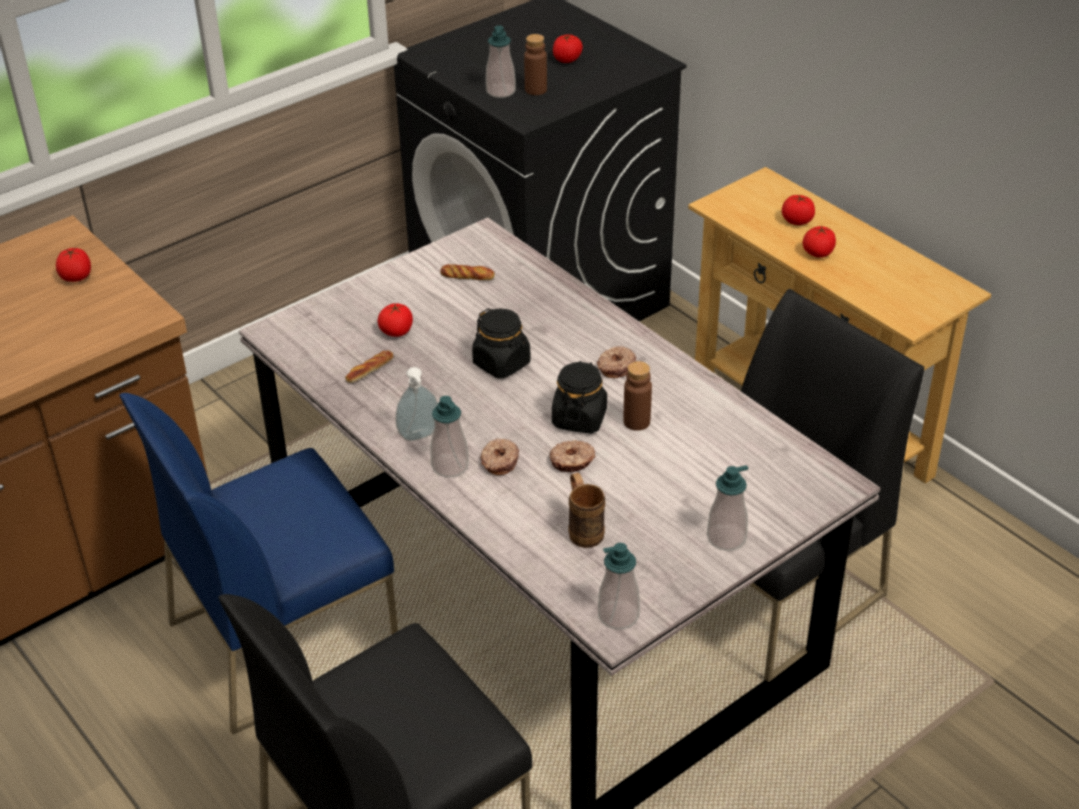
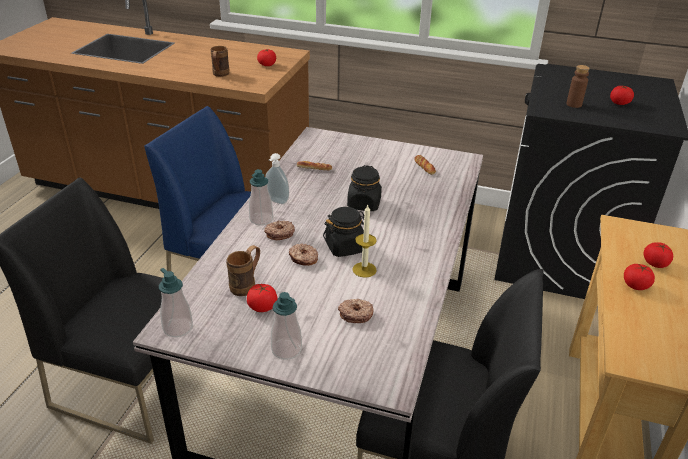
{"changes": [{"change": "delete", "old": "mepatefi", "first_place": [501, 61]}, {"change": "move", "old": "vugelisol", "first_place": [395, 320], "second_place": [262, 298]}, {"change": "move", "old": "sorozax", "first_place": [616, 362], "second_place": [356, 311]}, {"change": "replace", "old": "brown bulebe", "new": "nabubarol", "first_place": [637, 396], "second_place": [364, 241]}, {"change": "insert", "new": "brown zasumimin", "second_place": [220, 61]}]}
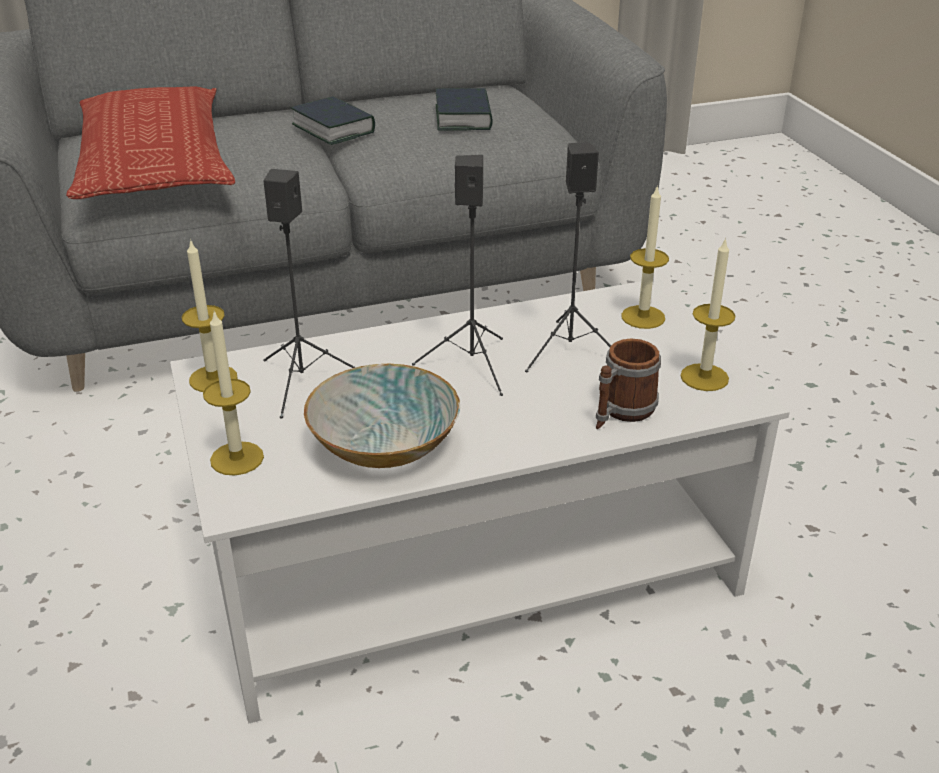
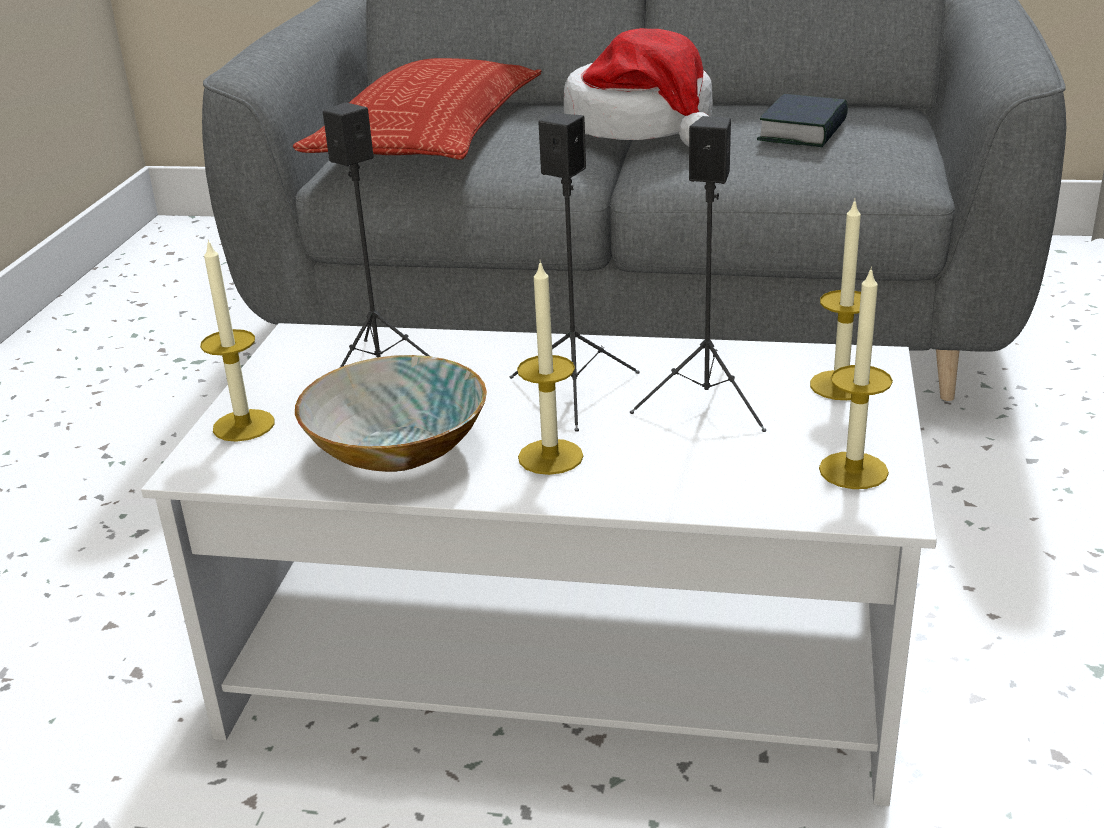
{"changes": [{"change": "replace", "old": "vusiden", "new": "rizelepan", "first_place": [333, 120], "second_place": [638, 87]}, {"change": "move", "old": "nabubarol", "first_place": [209, 315], "second_place": [550, 368]}, {"change": "delete", "old": "zasumimin", "first_place": [628, 384]}]}
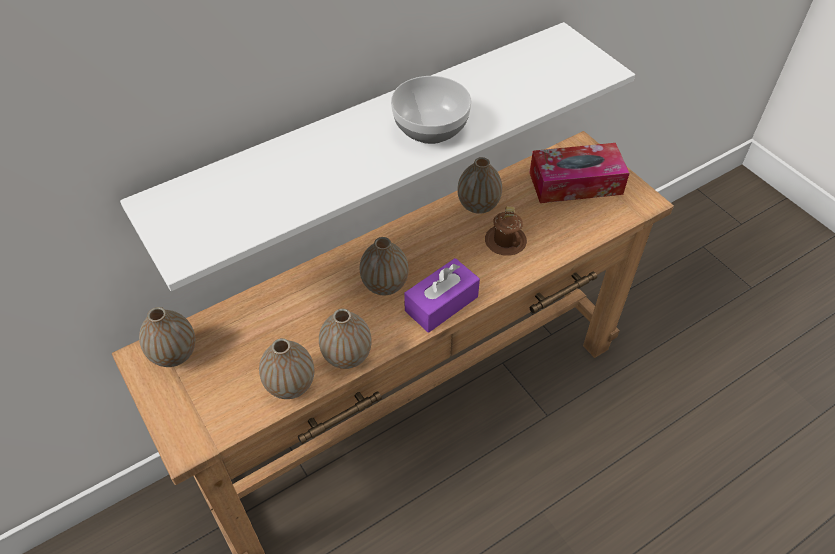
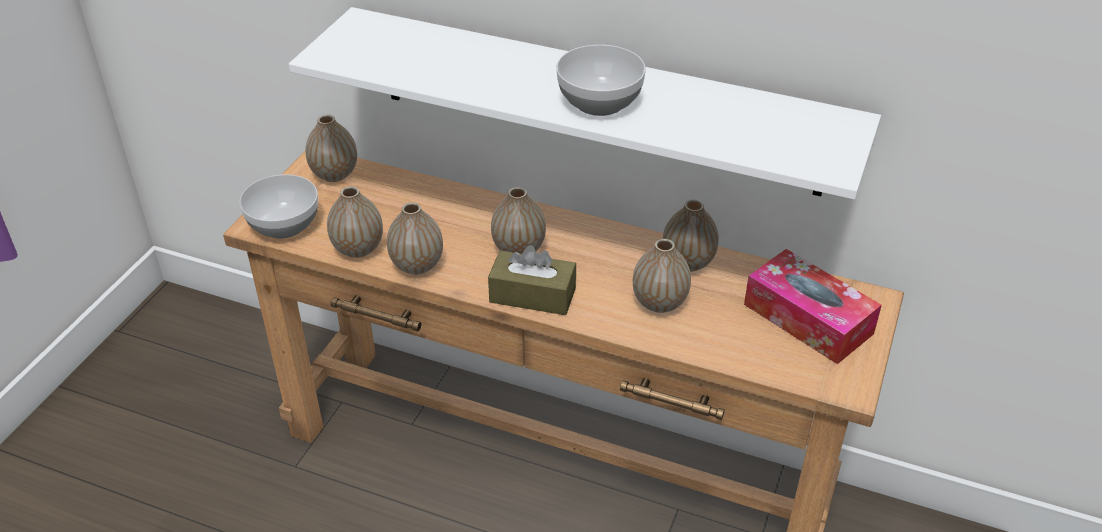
{"changes": [{"change": "replace", "old": "brown zasumimin", "new": "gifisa", "first_place": [506, 231], "second_place": [662, 276]}, {"change": "recolor", "old": "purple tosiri", "new": "brown tosiri", "first_place": [442, 295], "second_place": [532, 280]}, {"change": "insert", "new": "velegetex", "second_place": [278, 206]}]}
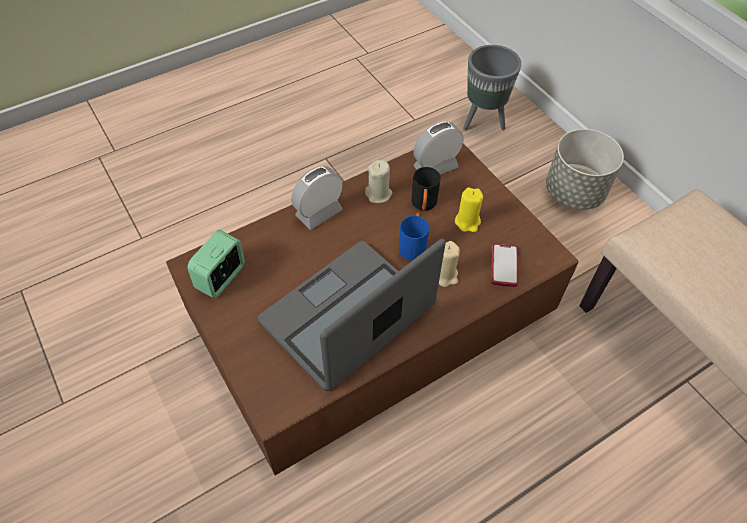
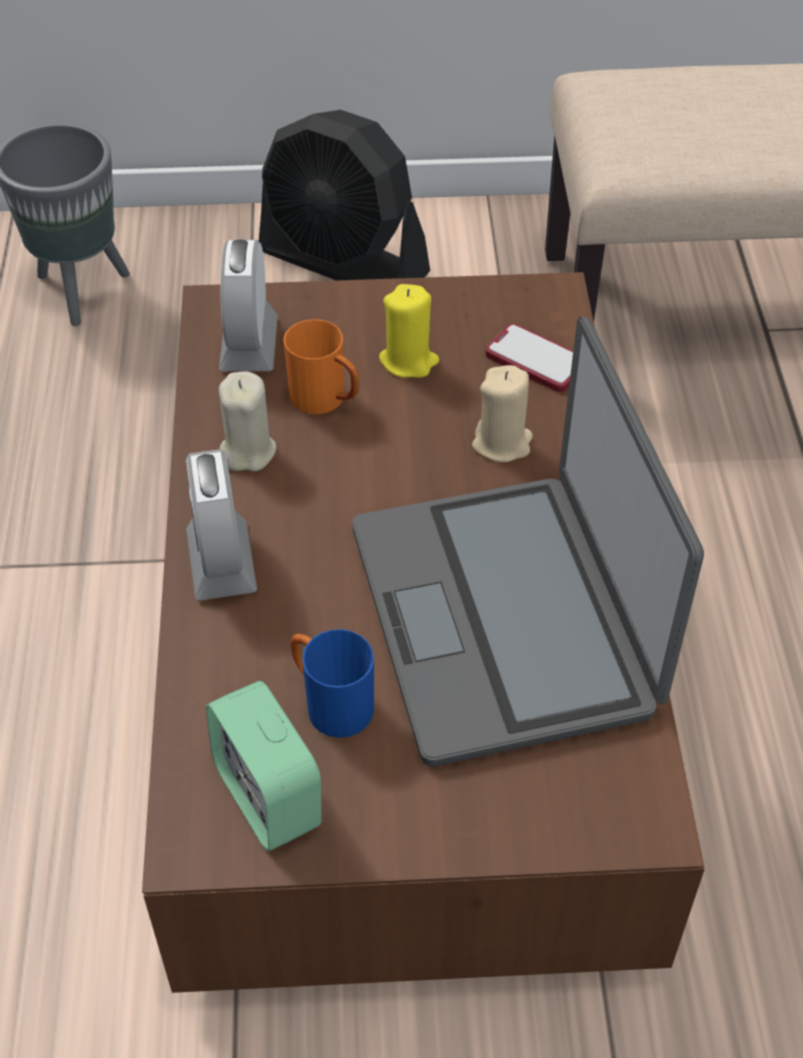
{"changes": [{"change": "replace", "old": "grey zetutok", "new": "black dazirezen", "first_place": [585, 169], "second_place": [344, 195]}, {"change": "recolor", "old": "black zasumimin", "new": "orange zasumimin", "first_place": [426, 189], "second_place": [321, 367]}, {"change": "move", "old": "blue zasumimin", "first_place": [414, 236], "second_place": [332, 683]}]}
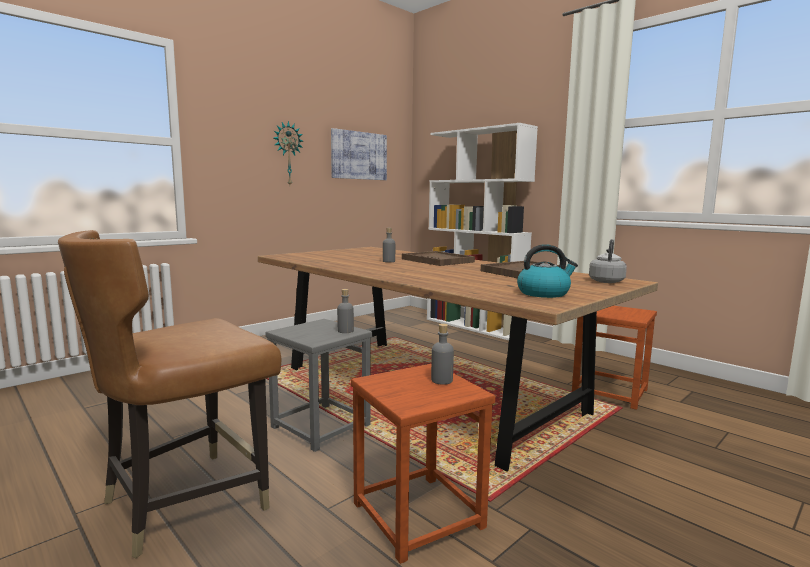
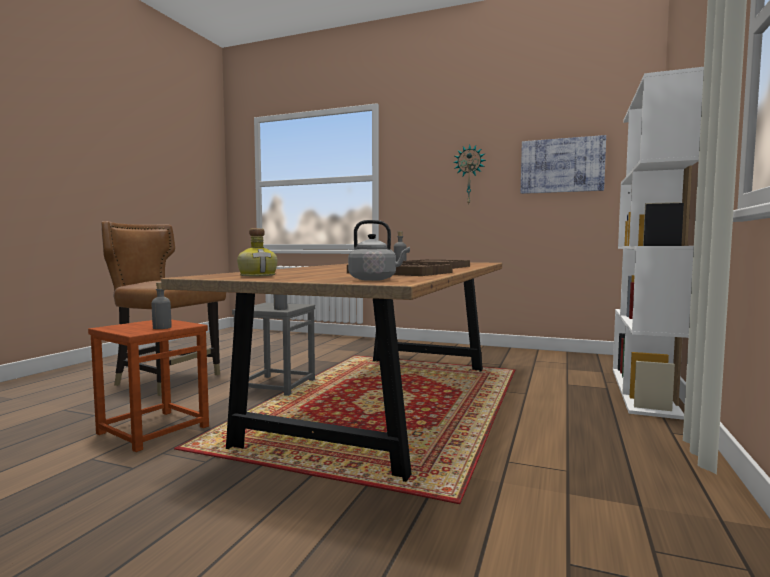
{"changes": [{"change": "replace", "old": "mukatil", "new": "bulebe", "first_place": [547, 271], "second_place": [257, 252]}, {"change": "delete", "old": "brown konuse", "first_place": [614, 358]}]}
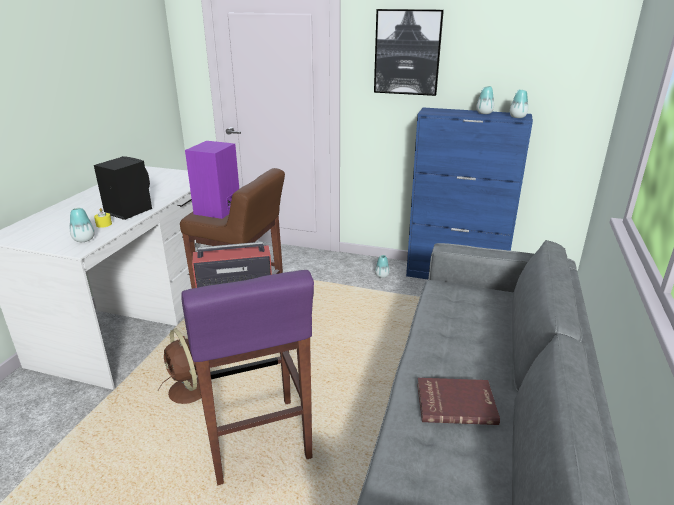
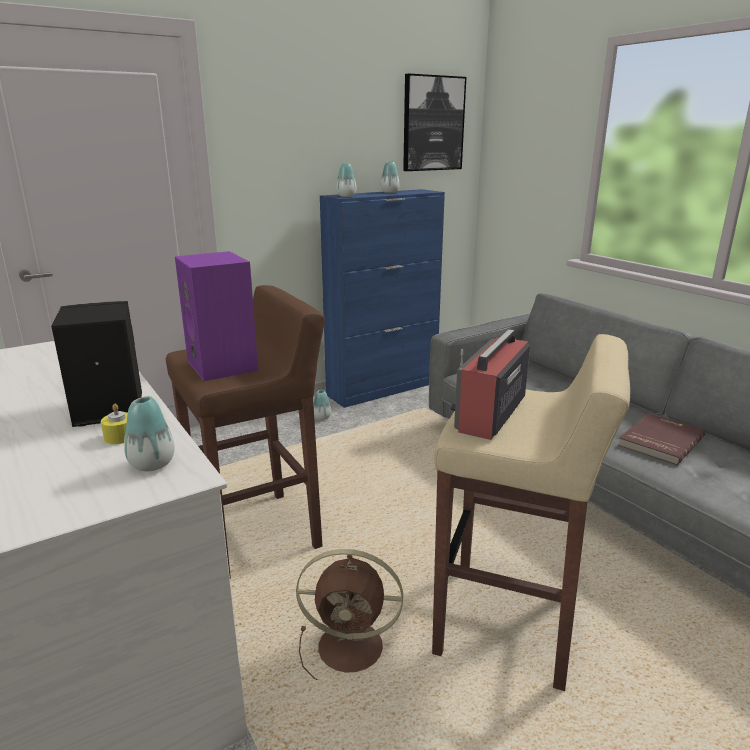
{"changes": [{"change": "move", "old": "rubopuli", "first_place": [409, 52], "second_place": [434, 122]}, {"change": "move", "old": "gifisa", "first_place": [519, 103], "second_place": [346, 180]}, {"change": "recolor", "old": "purple konuse", "new": "beige konuse", "first_place": [248, 377], "second_place": [531, 512]}]}
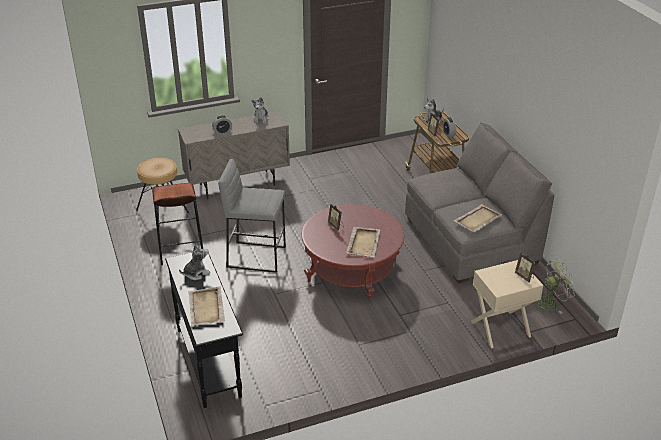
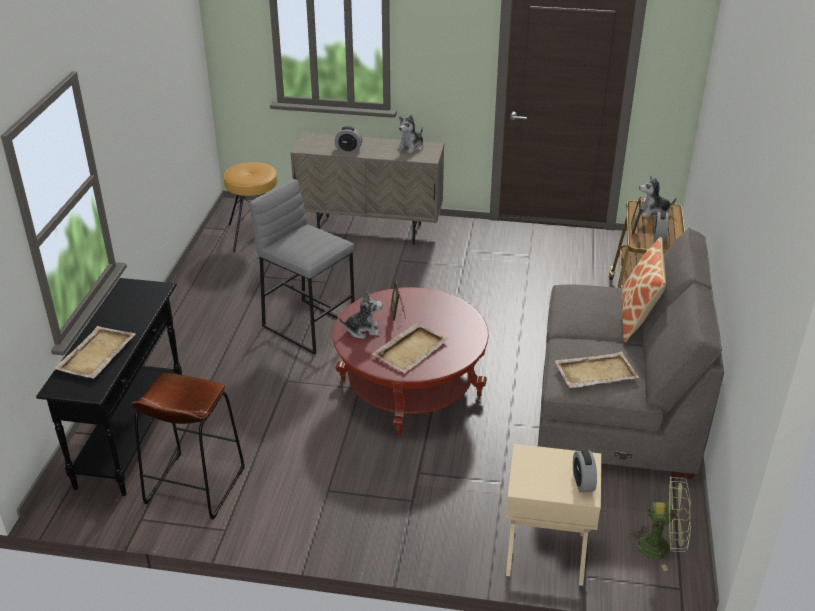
{"changes": [{"change": "move", "old": "brown konuse", "first_place": [177, 224], "second_place": [188, 446]}, {"change": "move", "old": "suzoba", "first_place": [194, 262], "second_place": [361, 315]}, {"change": "replace", "old": "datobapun", "new": "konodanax", "first_place": [525, 267], "second_place": [585, 471]}, {"change": "insert", "new": "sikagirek", "second_place": [644, 289]}]}
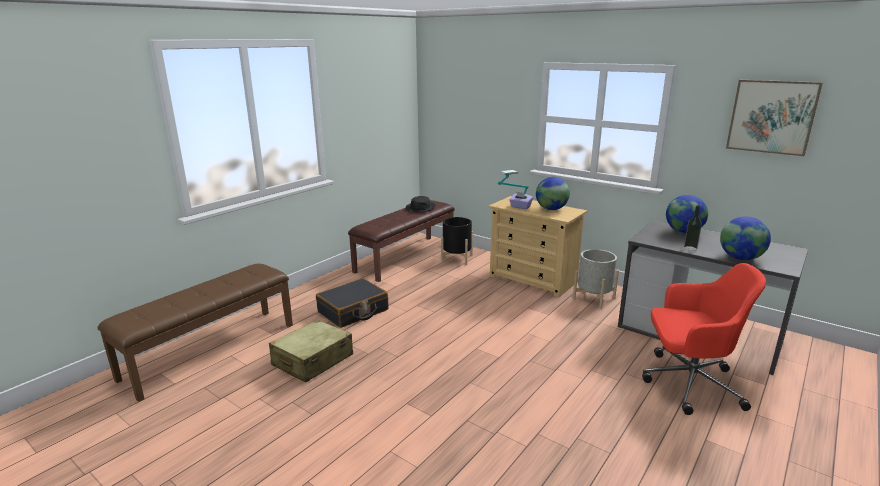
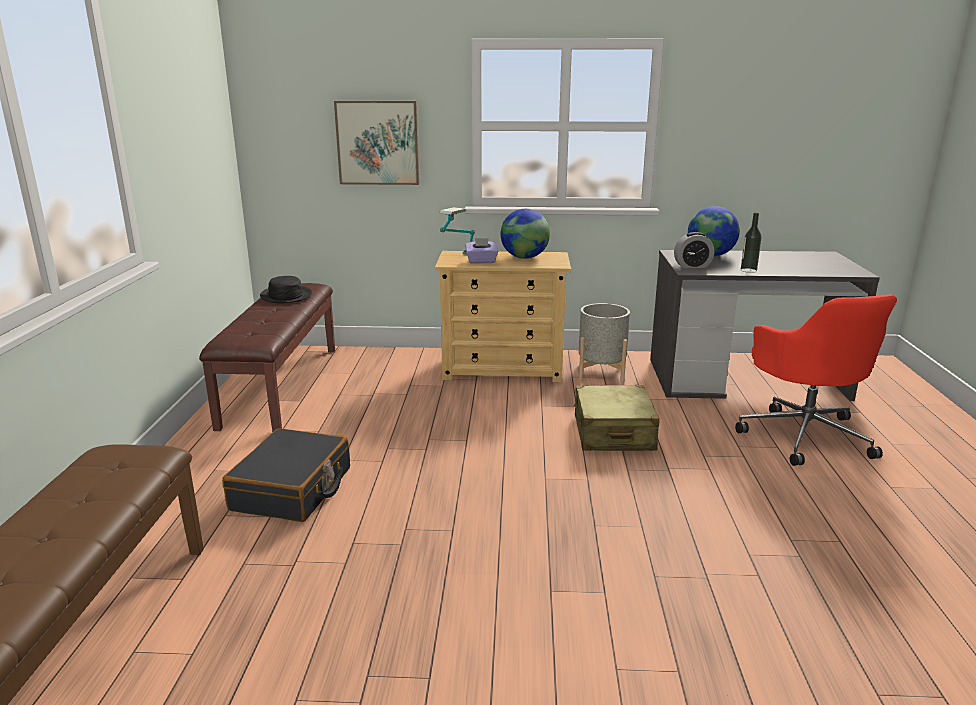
{"changes": [{"change": "move", "old": "rubopuli", "first_place": [774, 118], "second_place": [377, 143]}, {"change": "delete", "old": "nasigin", "first_place": [745, 238]}, {"change": "delete", "old": "black zetutok", "first_place": [457, 241]}, {"change": "rotate", "old": "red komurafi", "first_place": [704, 339], "second_place": [816, 380], "degrees": 105}, {"change": "move", "old": "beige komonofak", "first_place": [311, 351], "second_place": [616, 418]}, {"change": "insert", "new": "konodanax", "second_place": [694, 250]}]}
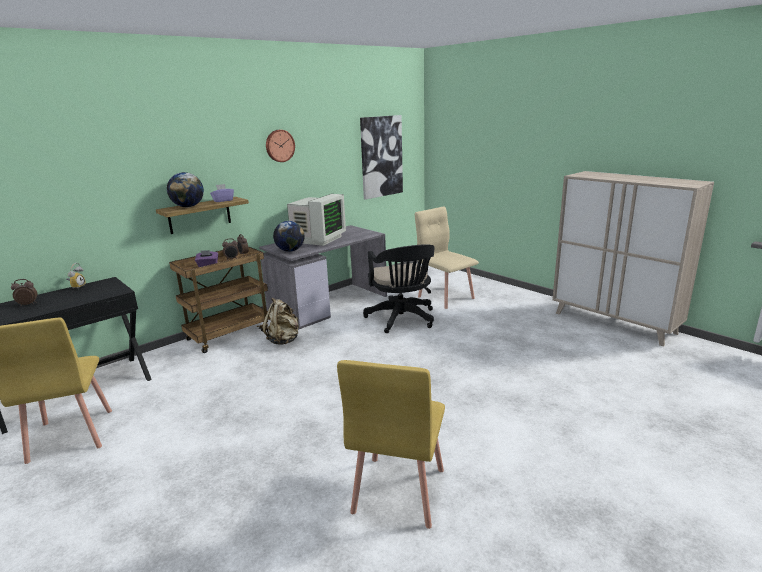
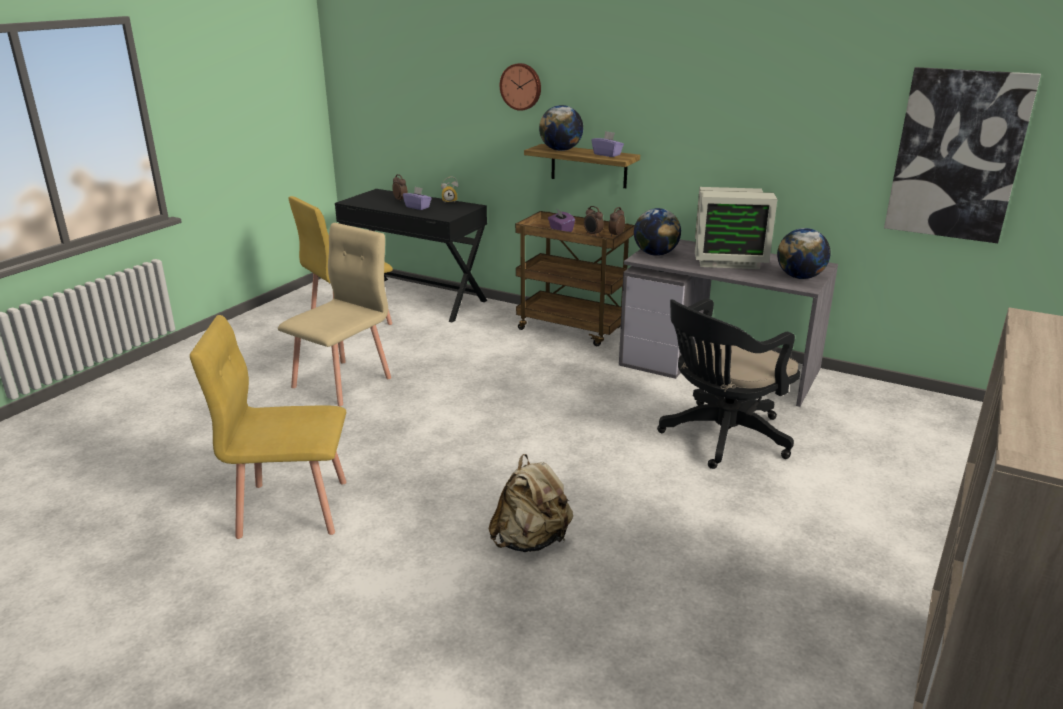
{"changes": [{"change": "move", "old": "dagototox", "first_place": [280, 146], "second_place": [520, 87]}, {"change": "move", "old": "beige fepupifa", "first_place": [447, 258], "second_place": [334, 314]}, {"change": "move", "old": "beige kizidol", "first_place": [280, 321], "second_place": [531, 503]}, {"change": "insert", "new": "purple tosiri", "second_place": [417, 198]}, {"change": "insert", "new": "nasigin", "second_place": [804, 253]}]}
